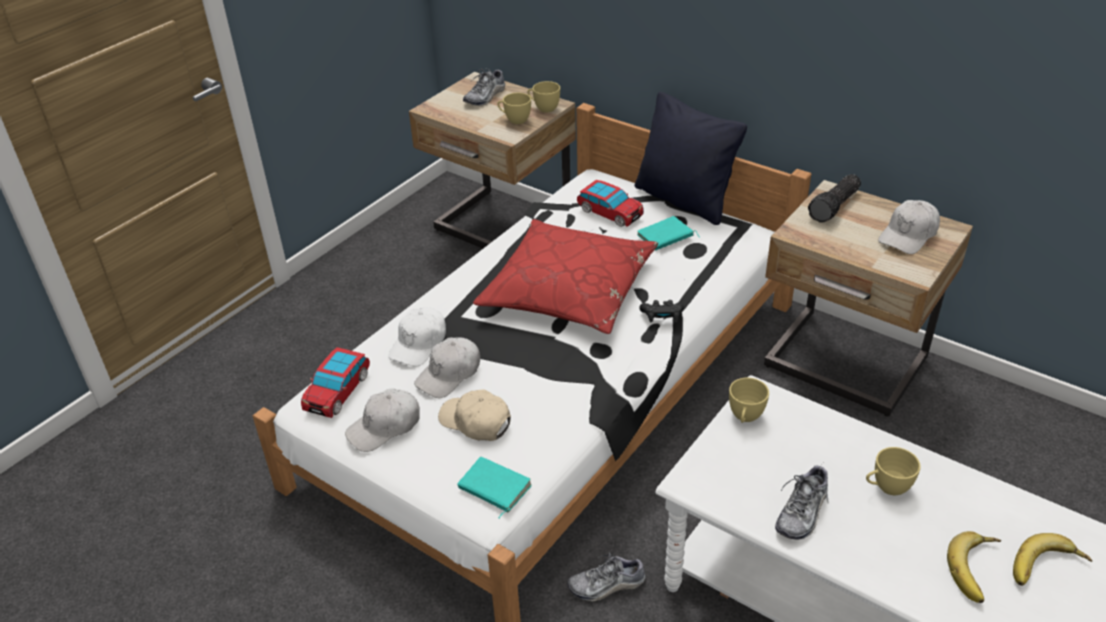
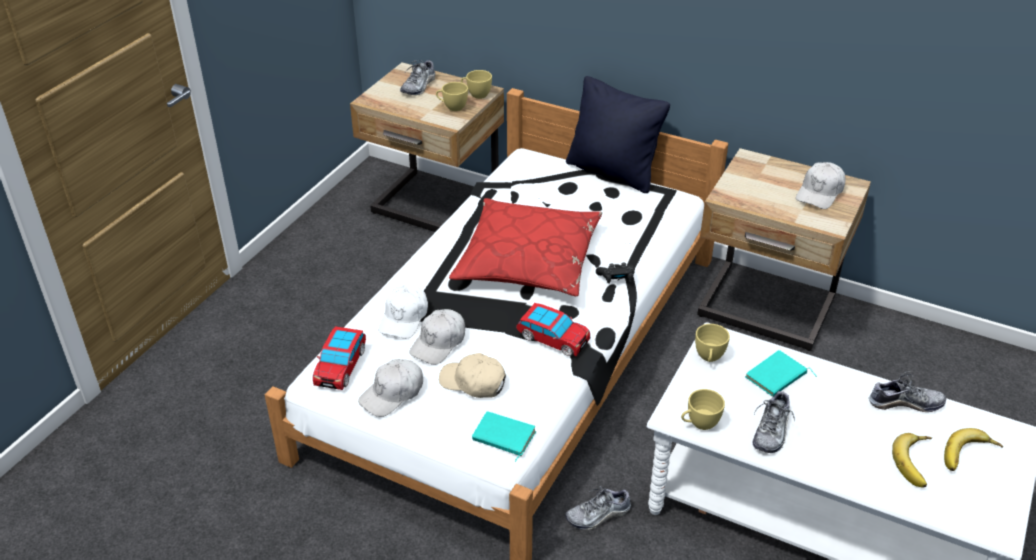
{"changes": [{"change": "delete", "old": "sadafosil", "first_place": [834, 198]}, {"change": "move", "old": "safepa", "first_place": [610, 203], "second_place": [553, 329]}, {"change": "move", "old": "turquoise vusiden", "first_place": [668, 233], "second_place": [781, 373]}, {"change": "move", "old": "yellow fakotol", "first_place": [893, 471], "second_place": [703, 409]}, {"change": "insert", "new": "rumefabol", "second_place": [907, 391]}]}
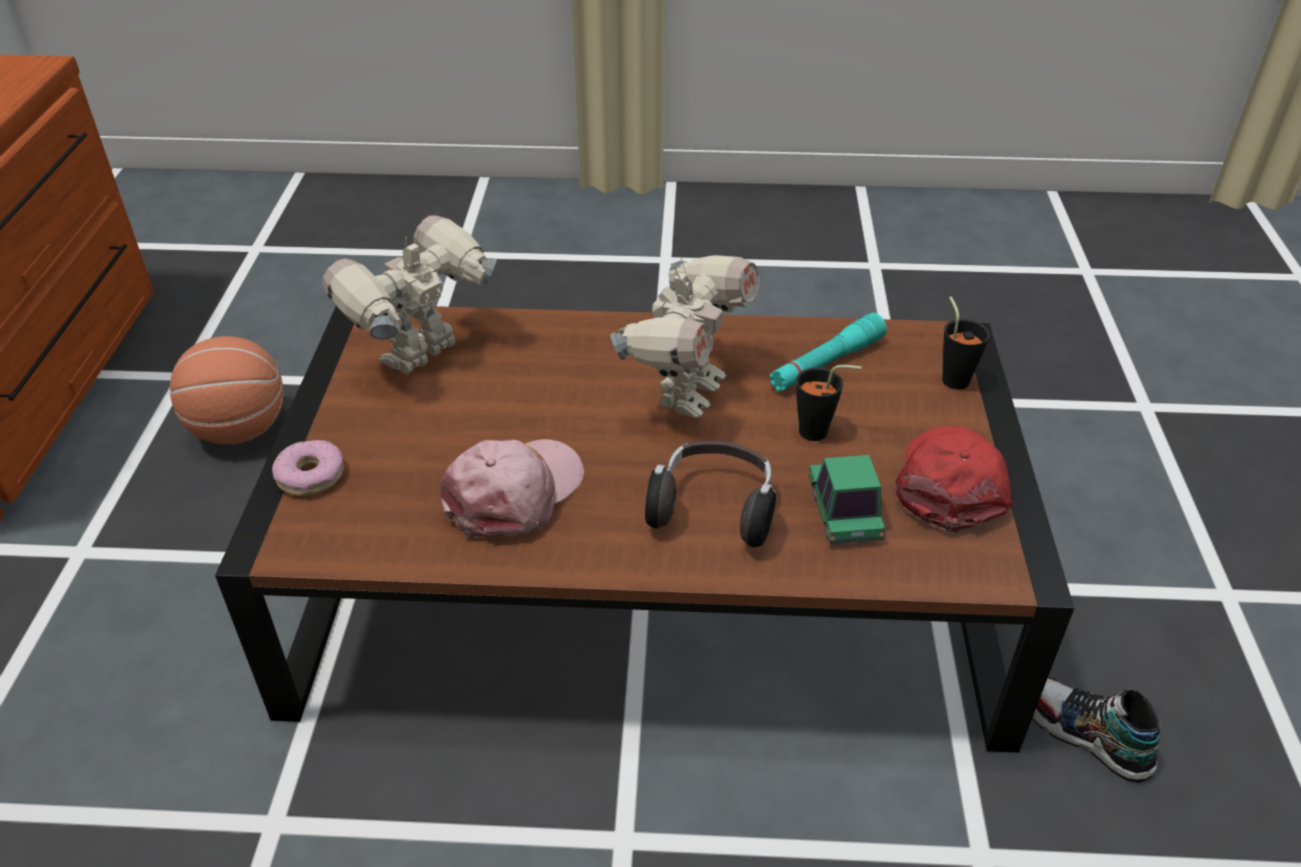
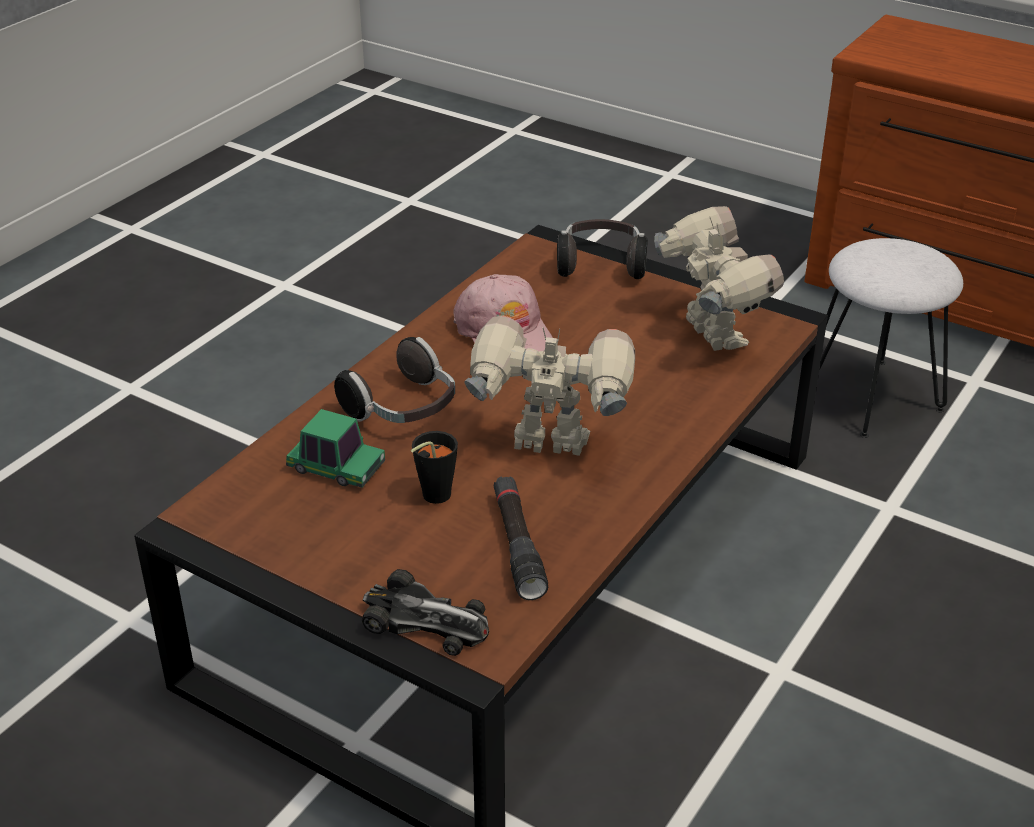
{"changes": [{"change": "rotate", "old": "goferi", "first_place": [684, 336], "second_place": [549, 385], "degrees": 135}, {"change": "replace", "old": "black fakotol", "new": "safepa", "first_place": [966, 343], "second_place": [425, 612]}, {"change": "recolor", "old": "turquoise sadafosil", "new": "black sadafosil", "first_place": [828, 352], "second_place": [521, 538]}, {"change": "replace", "old": "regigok", "new": "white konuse", "first_place": [226, 390], "second_place": [891, 338]}, {"change": "delete", "old": "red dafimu", "first_place": [954, 479]}, {"change": "replace", "old": "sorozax", "new": "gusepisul", "first_place": [308, 468], "second_place": [602, 249]}, {"change": "delete", "old": "rumefabol", "first_place": [1096, 730]}]}
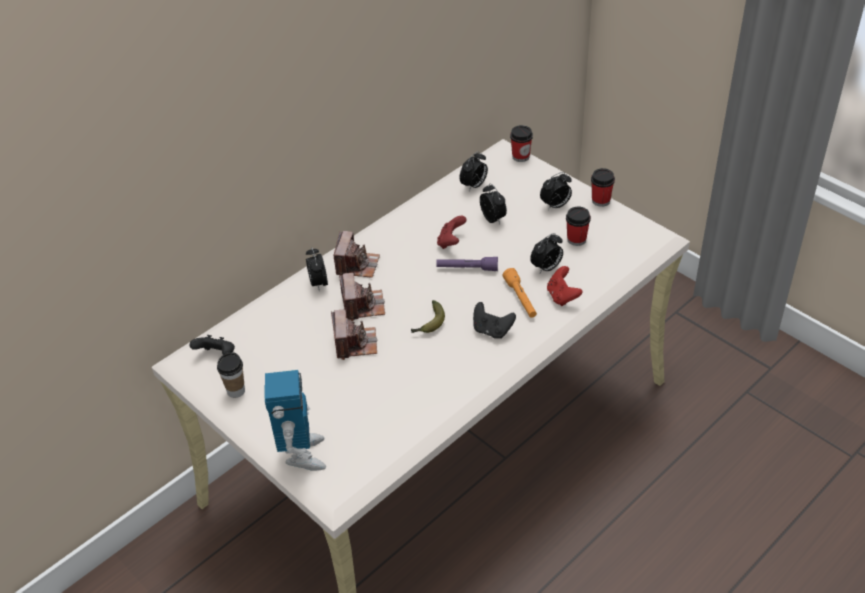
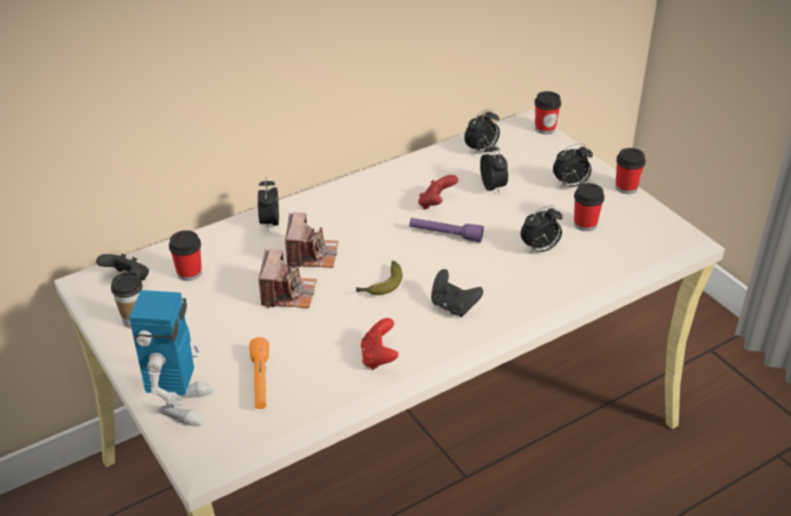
{"changes": [{"change": "delete", "old": "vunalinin", "first_place": [357, 254]}, {"change": "move", "old": "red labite", "first_place": [565, 286], "second_place": [379, 344]}, {"change": "move", "old": "orange sadafosil", "first_place": [520, 293], "second_place": [259, 373]}, {"change": "insert", "new": "fakotol", "second_place": [185, 255]}]}
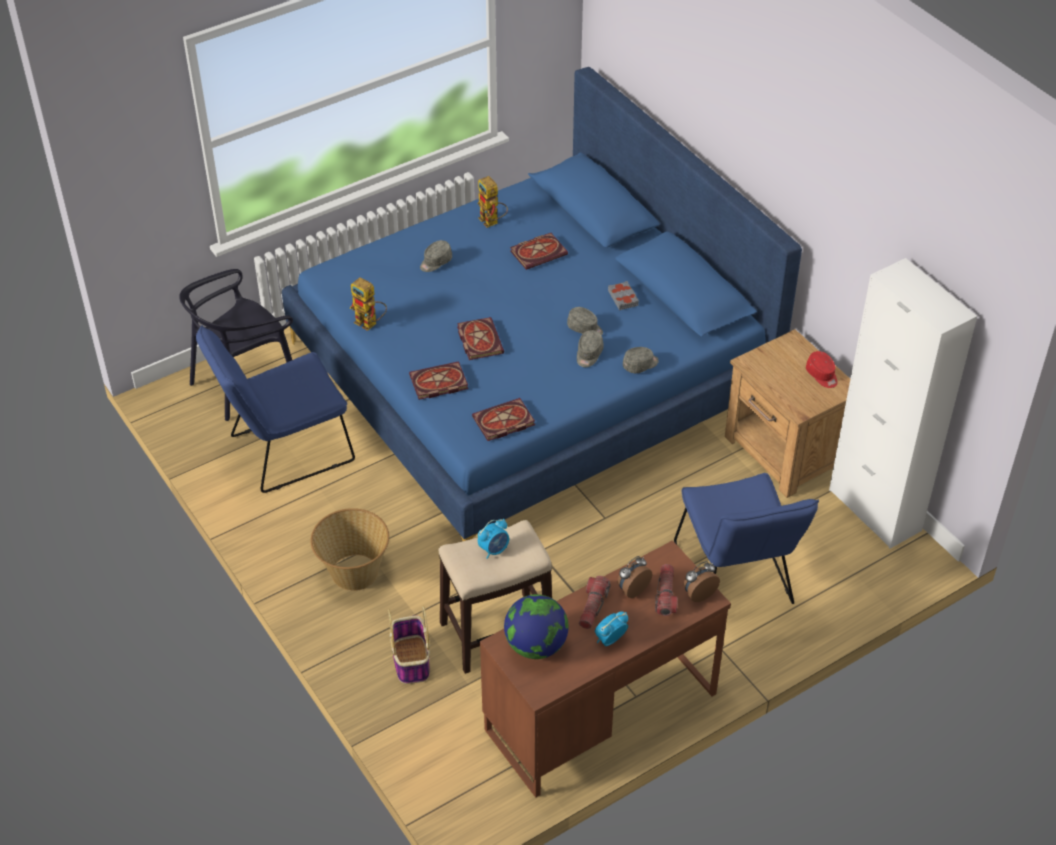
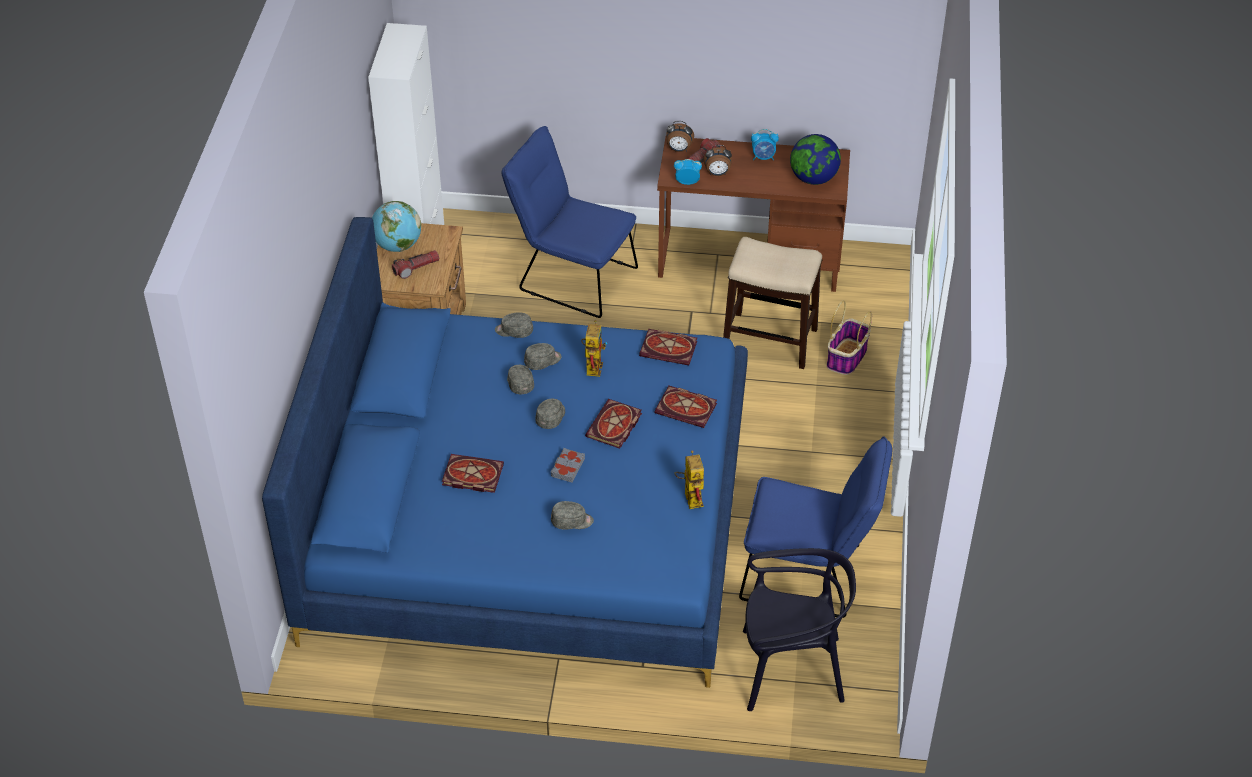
{"changes": [{"change": "move", "old": "goferi", "first_place": [493, 202], "second_place": [594, 348]}, {"change": "move", "old": "grey vusiden", "first_place": [623, 295], "second_place": [568, 465]}, {"change": "replace", "old": "red dafimu", "new": "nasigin", "first_place": [822, 369], "second_place": [396, 226]}, {"change": "rotate", "old": "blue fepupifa", "first_place": [746, 538], "second_place": [569, 222], "degrees": -90}, {"change": "delete", "old": "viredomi", "first_place": [349, 549]}, {"change": "move", "old": "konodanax", "first_place": [493, 539], "second_place": [688, 172]}, {"change": "move", "old": "sadafosil", "first_place": [594, 602], "second_place": [415, 264]}, {"change": "insert", "new": "grey dafimu", "second_place": [550, 414]}]}
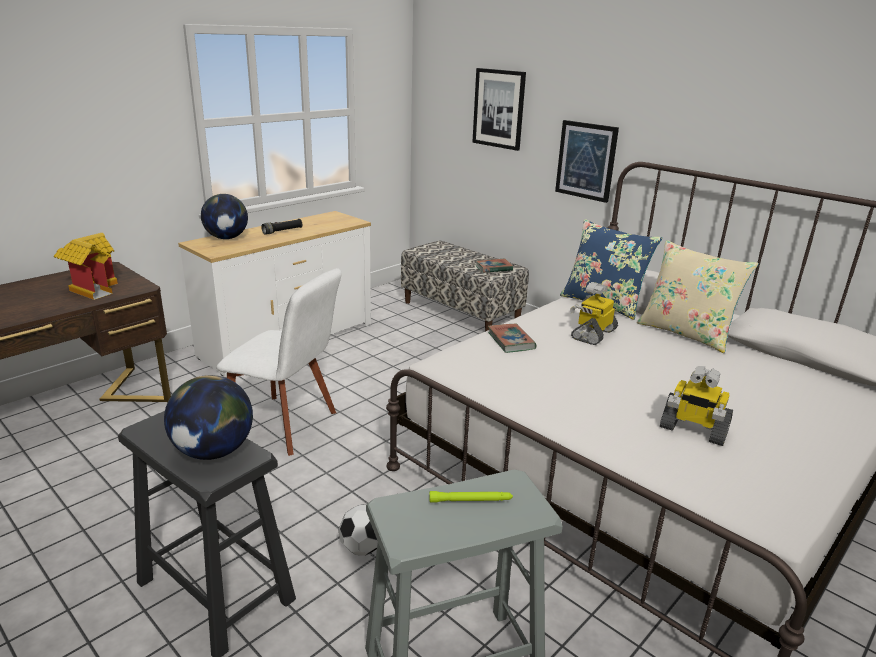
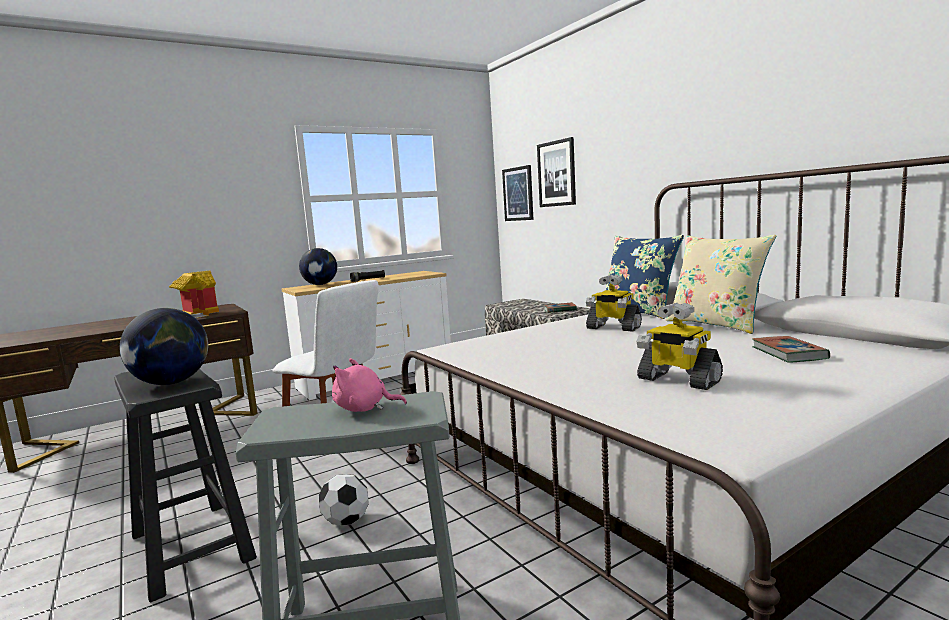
{"changes": [{"change": "move", "old": "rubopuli", "first_place": [587, 161], "second_place": [517, 193]}, {"change": "rotate", "old": "goferi", "first_place": [594, 313], "second_place": [614, 303], "degrees": -105}, {"change": "move", "old": "vusiden", "first_place": [512, 338], "second_place": [791, 349]}, {"change": "replace", "old": "green sadafosil", "new": "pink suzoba", "first_place": [471, 497], "second_place": [369, 385]}]}
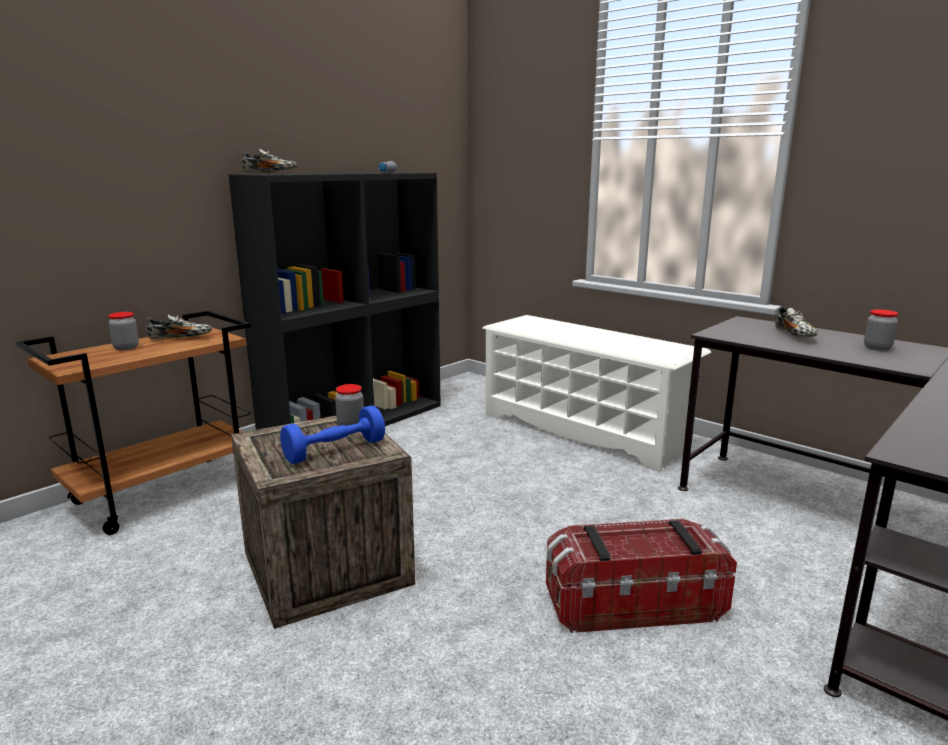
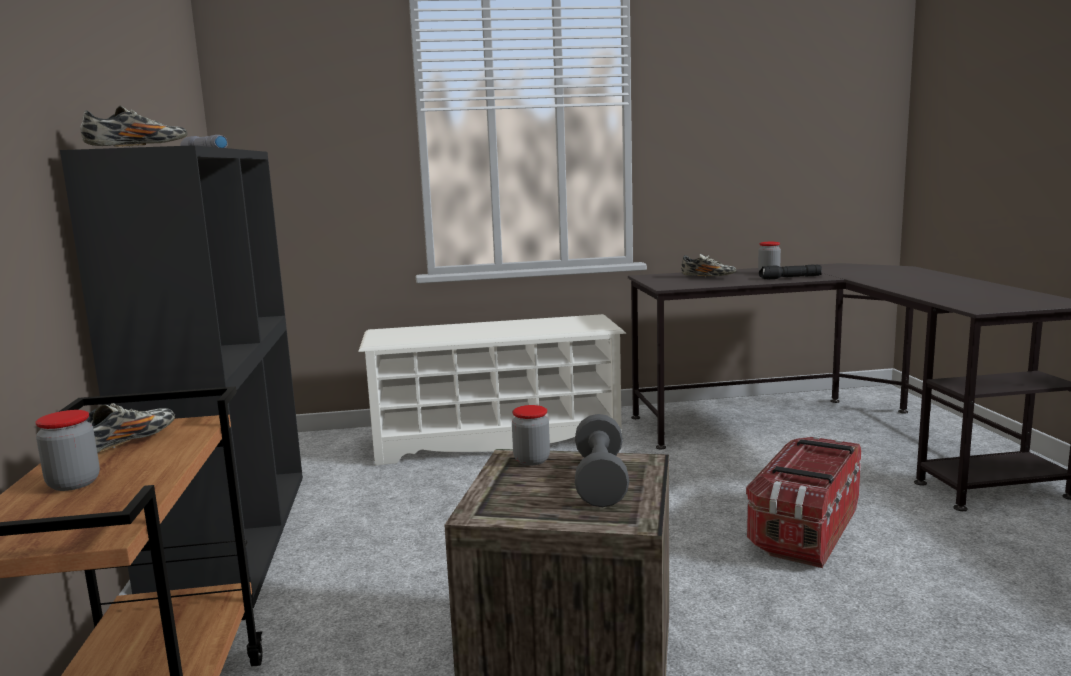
{"changes": [{"change": "recolor", "old": "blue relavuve", "new": "grey relavuve", "first_place": [332, 434], "second_place": [602, 460]}, {"change": "insert", "new": "black sadafosil", "second_place": [790, 272]}]}
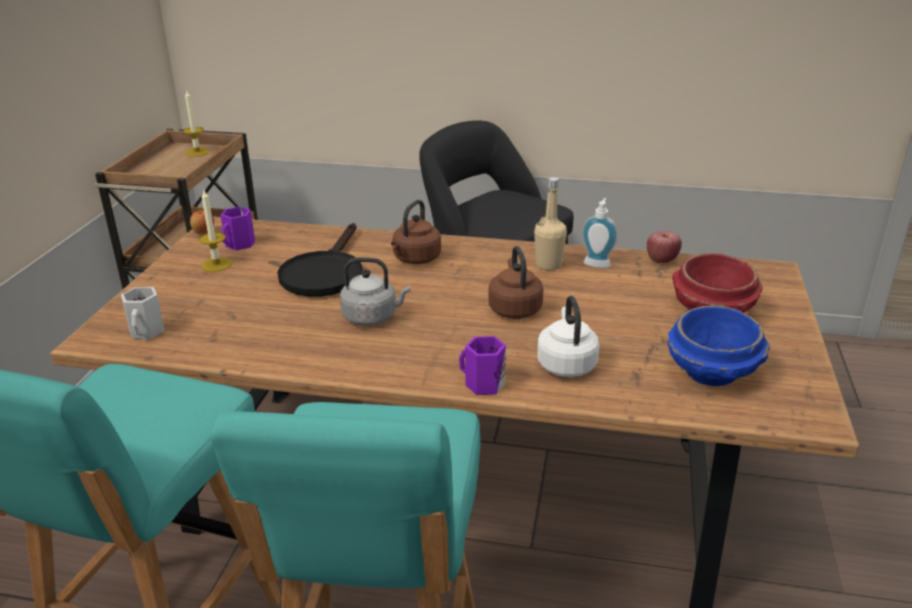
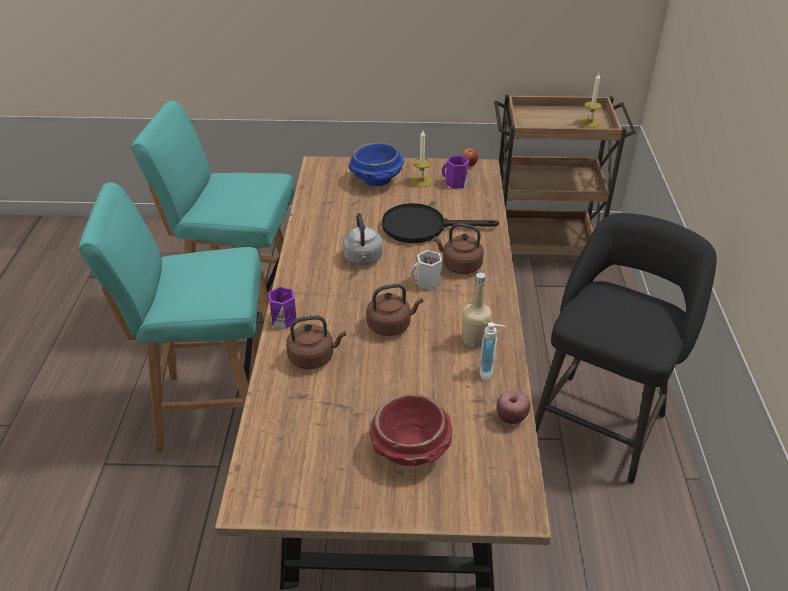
{"changes": [{"change": "move", "old": "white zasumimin", "first_place": [143, 313], "second_place": [426, 270]}, {"change": "recolor", "old": "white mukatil", "new": "brown mukatil", "first_place": [568, 336], "second_place": [316, 342]}, {"change": "move", "old": "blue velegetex", "first_place": [719, 345], "second_place": [376, 164]}]}
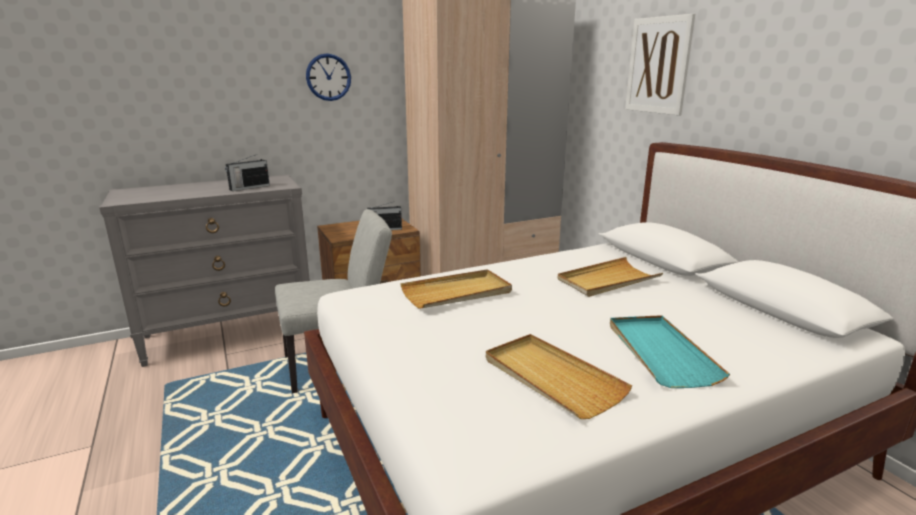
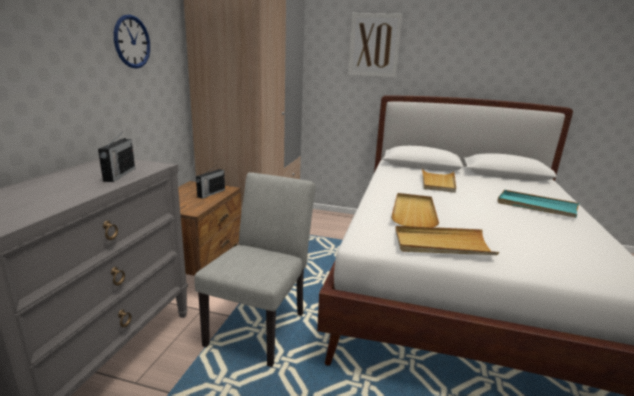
{"changes": [{"change": "move", "old": "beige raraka", "first_place": [559, 376], "second_place": [447, 240]}]}
